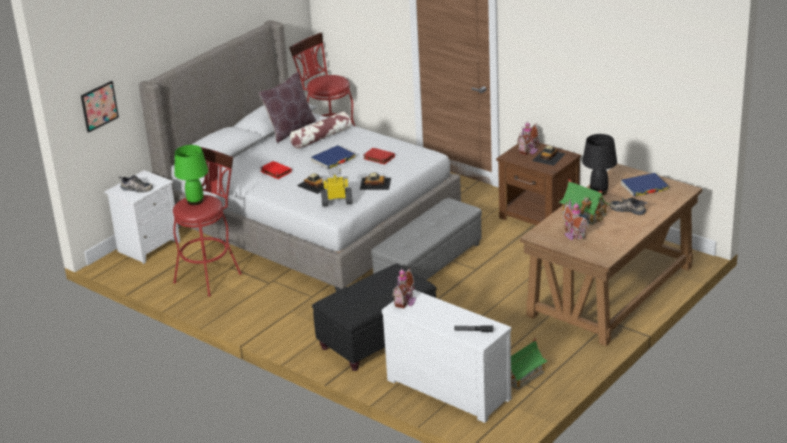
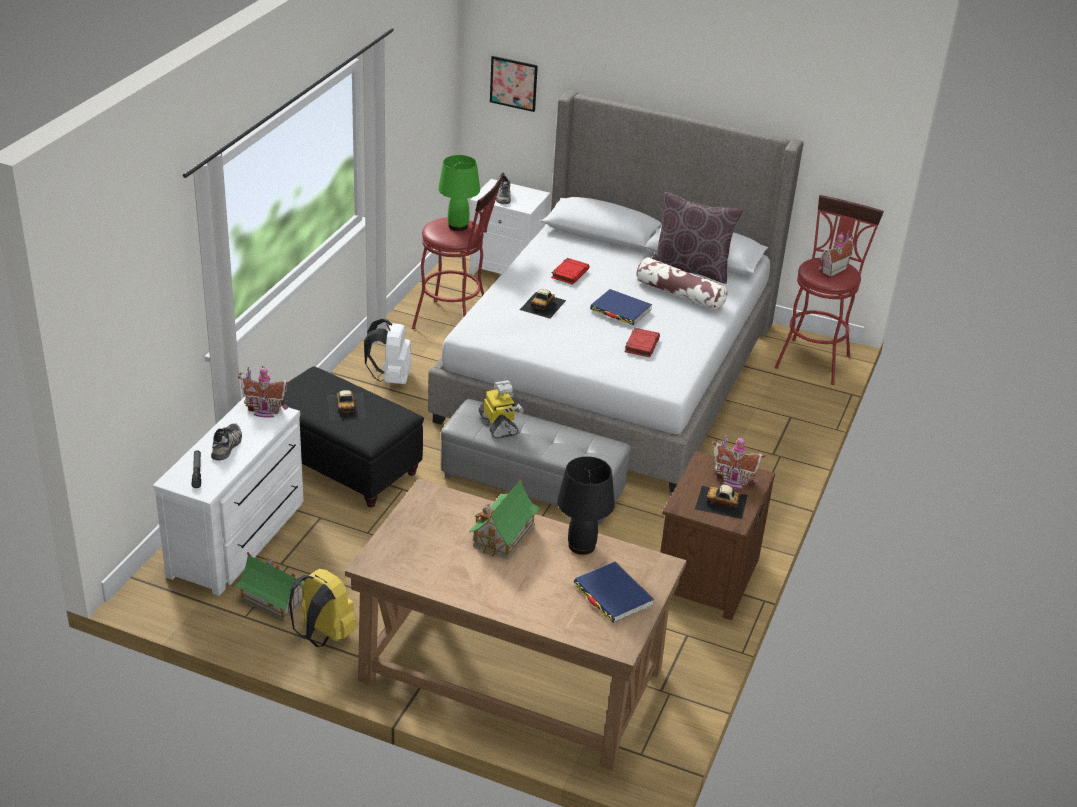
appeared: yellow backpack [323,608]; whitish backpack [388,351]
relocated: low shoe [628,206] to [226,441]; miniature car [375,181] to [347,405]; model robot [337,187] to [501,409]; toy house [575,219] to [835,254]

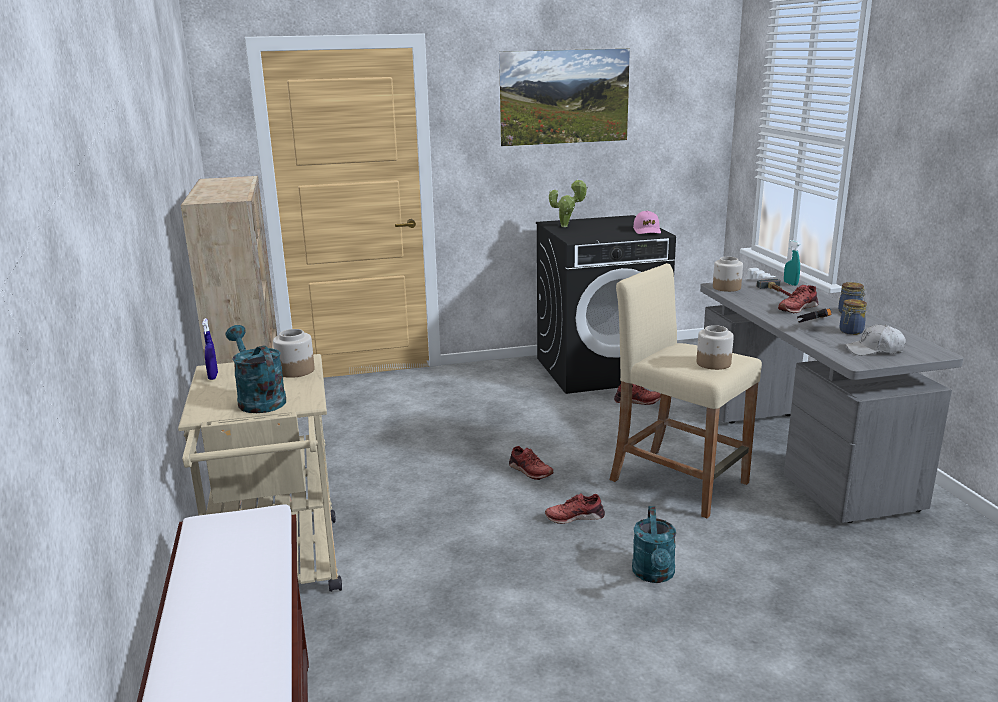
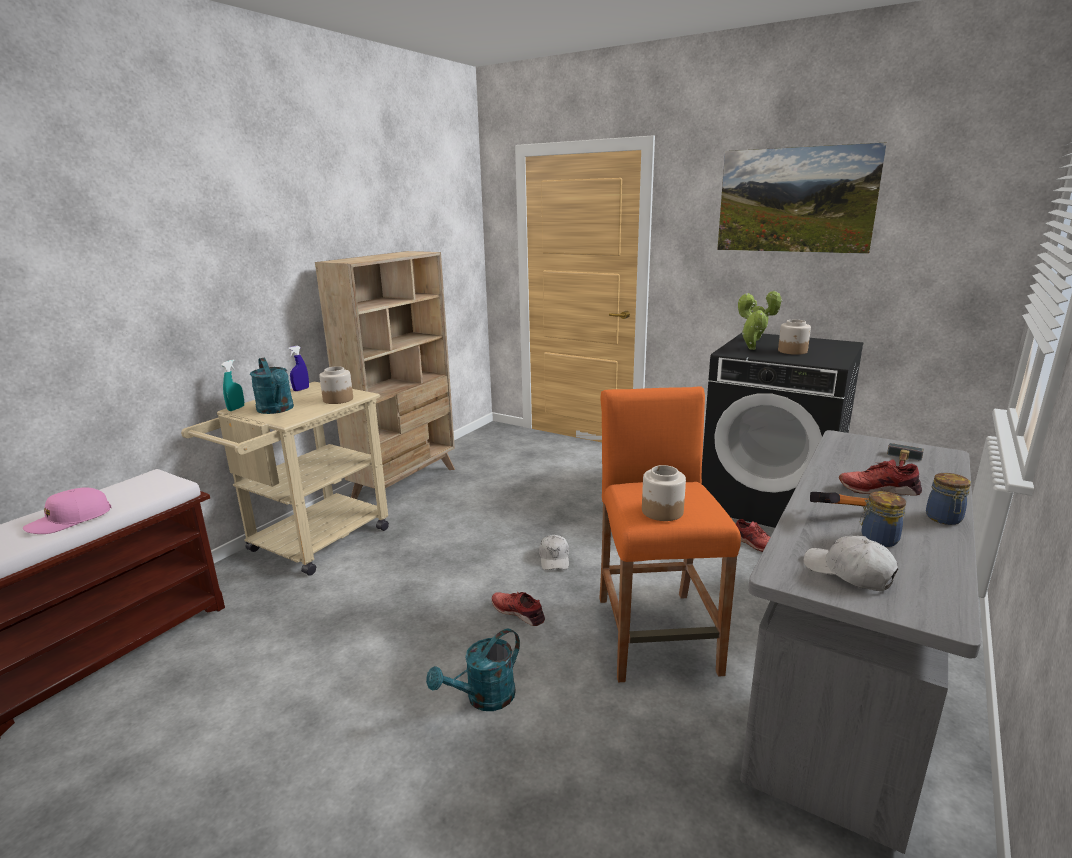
appeared: potted plant [753,321]
relocated: pinkish baseball cap [647,222] to [67,510]; blue-green hand sprayer [792,263] to [232,385]; preserve jar [728,274] to [794,337]
exchanged: reddish low shoe [531,463] to whitish baseball cap [554,552]
colour: sand-coloured stool [685,390] to orange-coloured stool [670,534]
spun: blue-green watering pot [255,369] = [272,386] 135 degrees clockwise

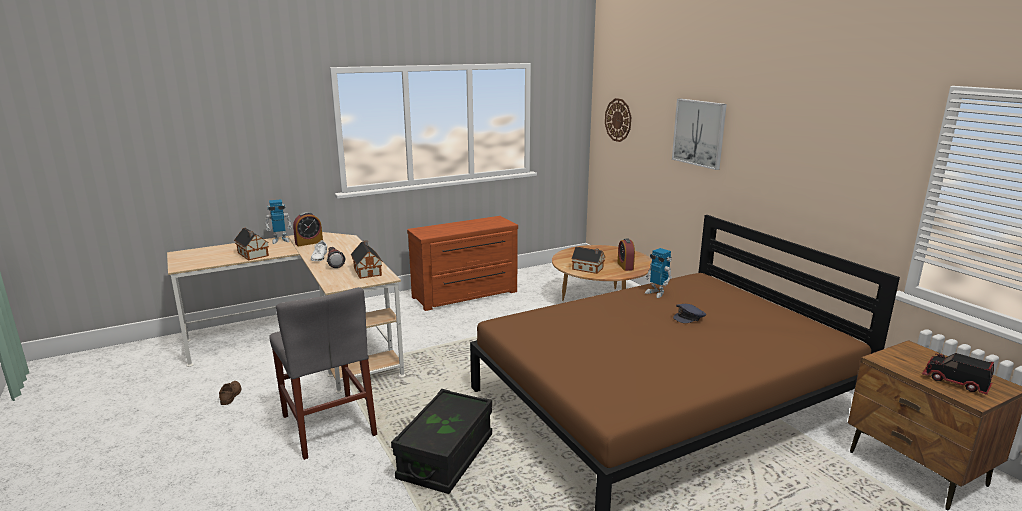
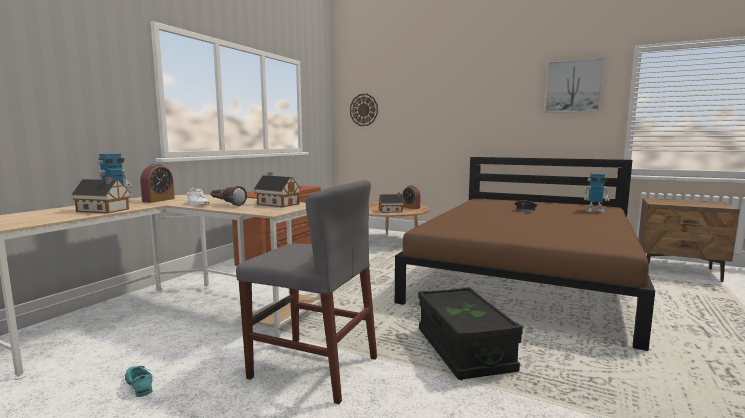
missing: model truck [958,374]
relocated: wall picture [699,134] to [574,85]; model robot [658,273] to [596,193]
colour: brownish low shoe [230,393] to blue-green low shoe [139,381]

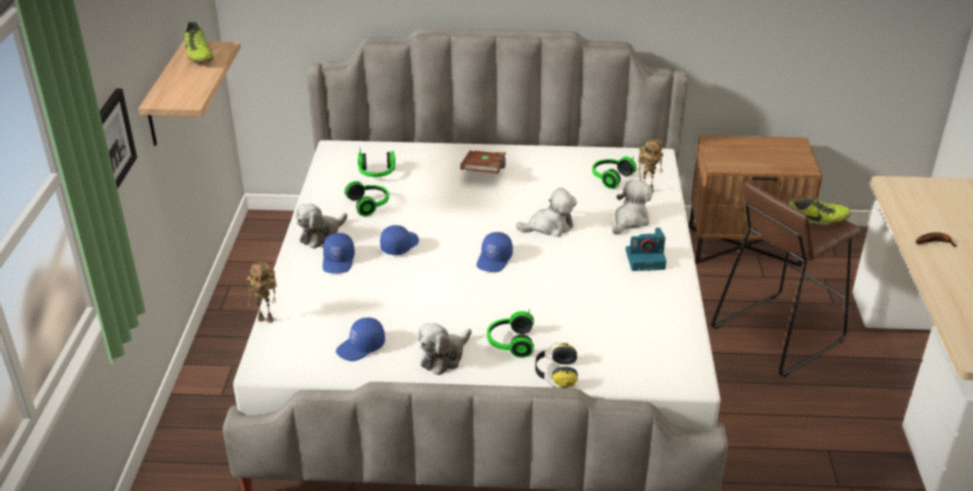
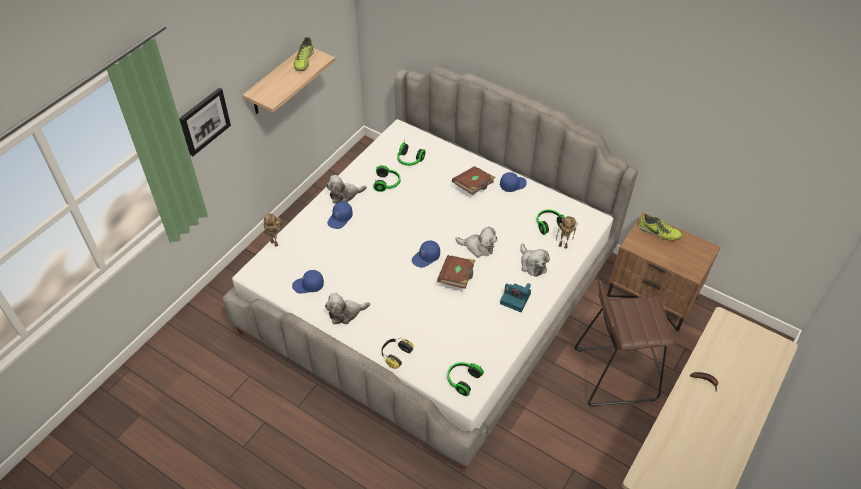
appeared: brownish book [456,272]
relocated: headphones [510,333] to [465,379]; blue baseball cap [399,240] to [513,182]; low shoe [819,211] to [660,227]
spun: soft toy [632,206] = [535,260] 90 degrees clockwise

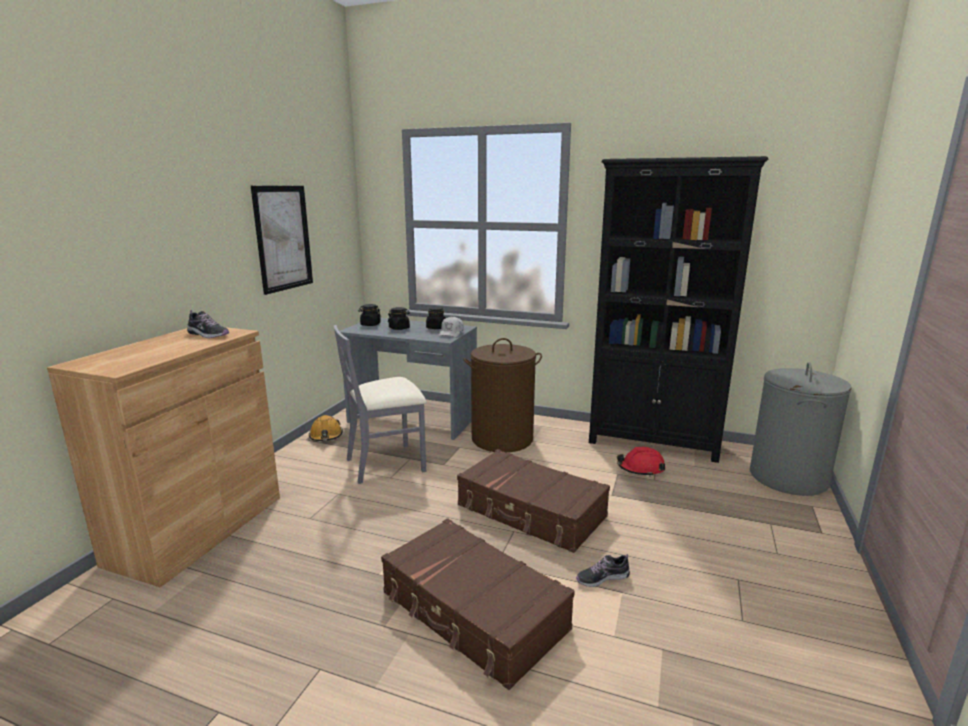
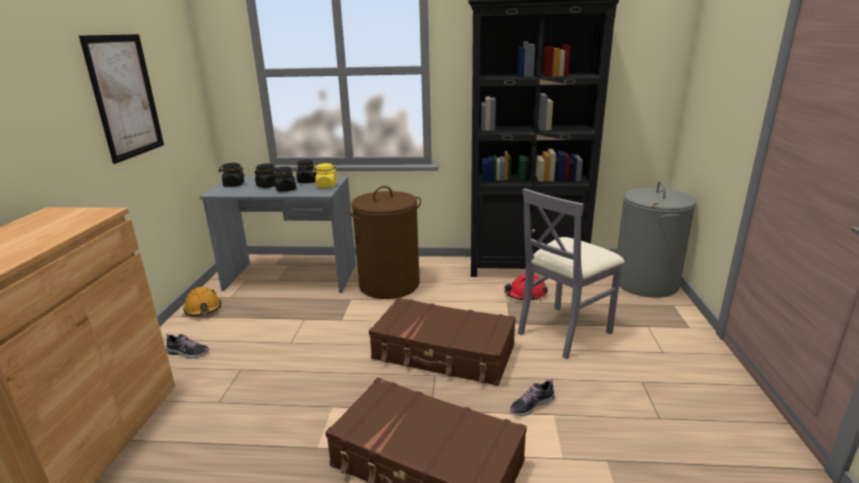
appeared: blackish preserve jar [285,179]
relocated: low shoe [208,324] to [187,345]; gray upright chair [380,404] to [571,273]
exchanged: whitish baseball cap [451,326] to yellow preserve jar [325,175]

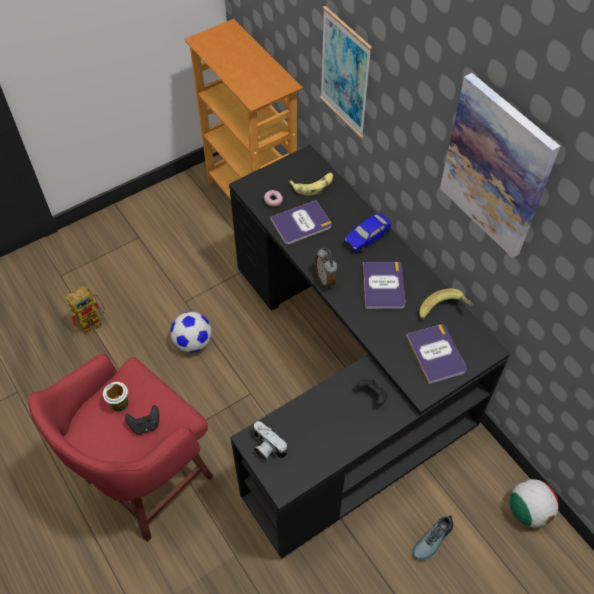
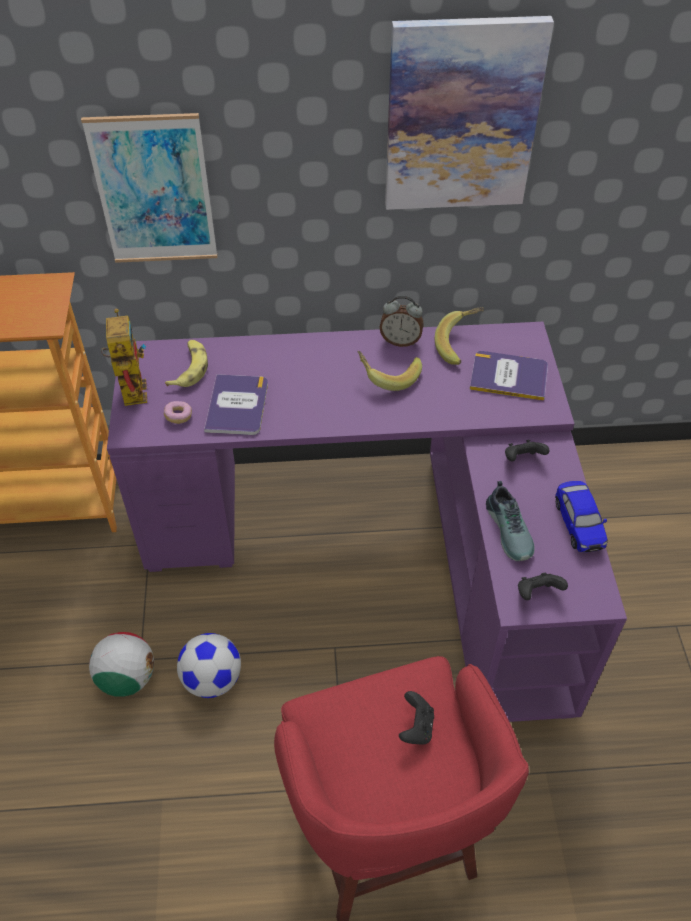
missing: cup [115,397]
relocated: football [534,503] to [121,664]; model robot [86,310] to [124,357]; bedside clock [326,268] to [402,321]; low shoe [432,537] to [510,521]; miniature car [367,233] to [581,516]
exchanged: book [384,285] to banana [389,371]; still camera [270,441] to blackish gamepad [543,586]
colour: blackish desk [370,351] to purple-coloured desk [367,522]

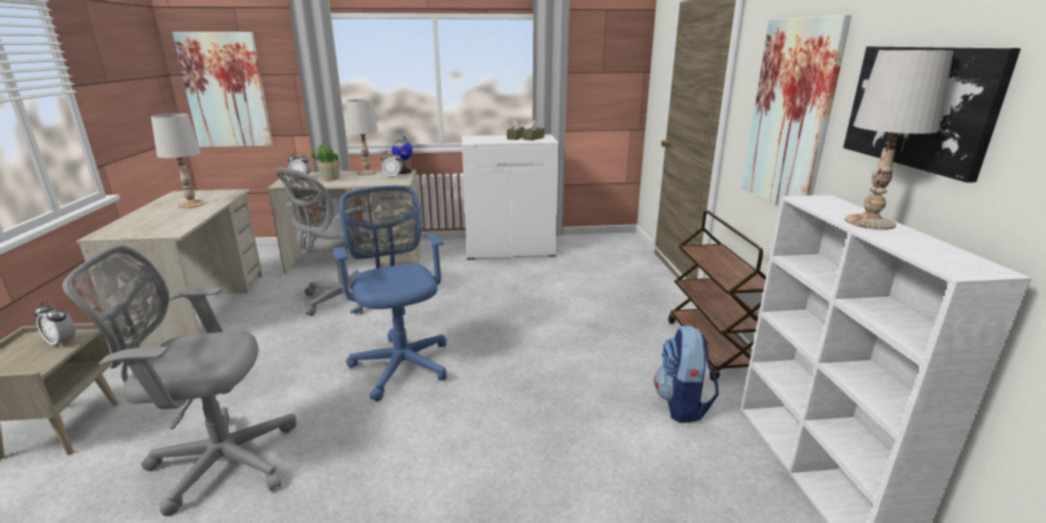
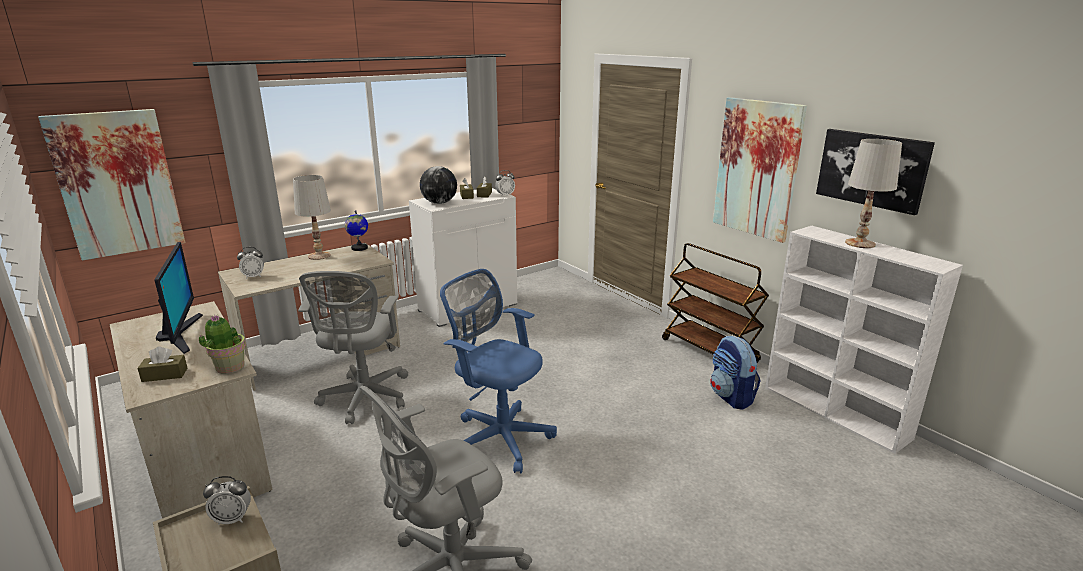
appeared: brownish tissue box [162,364]; desk globe [438,185]
relocated: potted plant [325,161] to [222,344]; bedside clock [391,163] to [505,183]
exchanged: whitish table lamp [178,160] to computer screen [178,298]

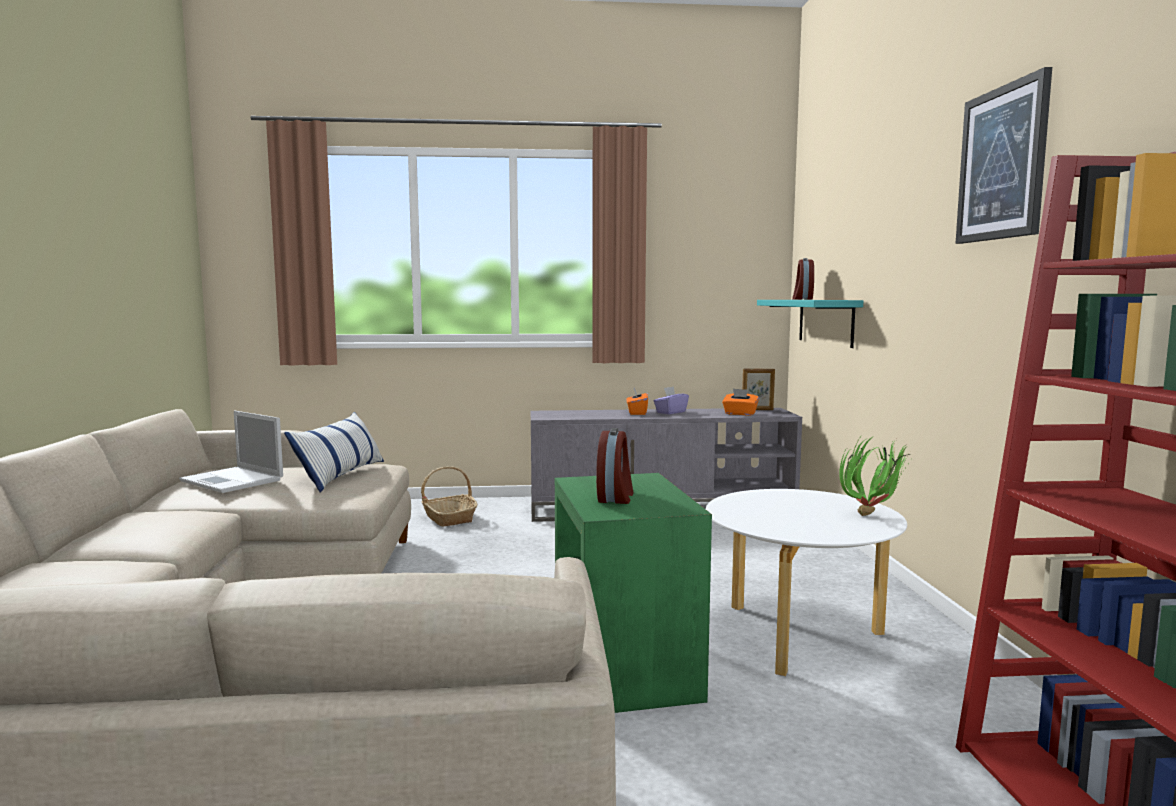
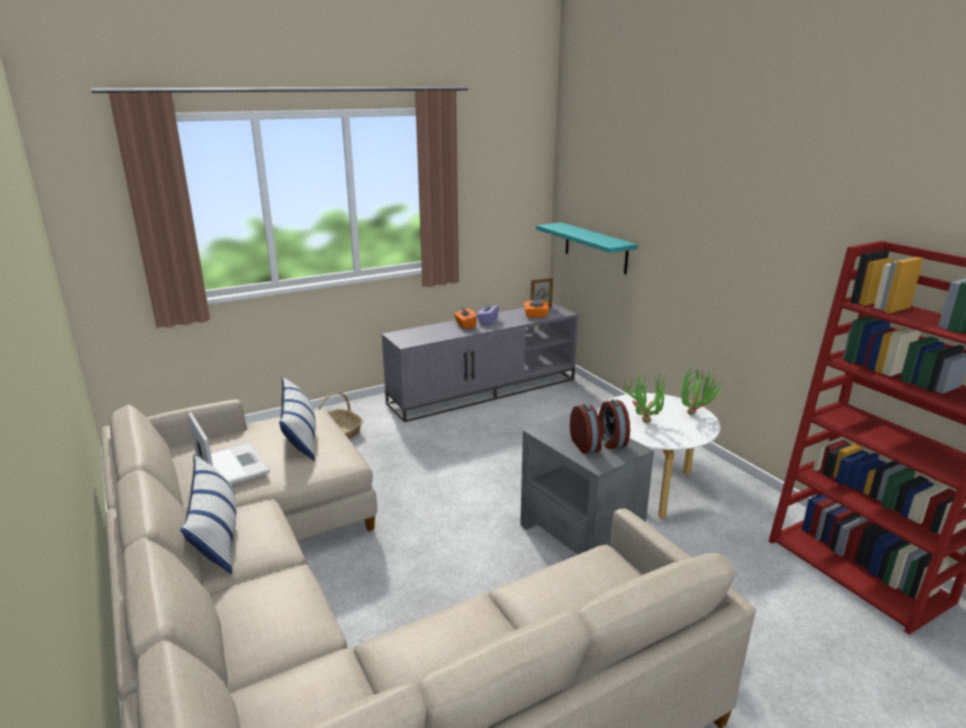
missing: wall picture [1004,155]
appeared: throw pillow [208,514]; potted plant [643,397]
relocated: bedside clock [803,279] to [614,424]
colour: green accent table [633,593] to gray accent table [587,484]
spun: notebook computer [231,452] = [229,448] 135 degrees counterclockwise

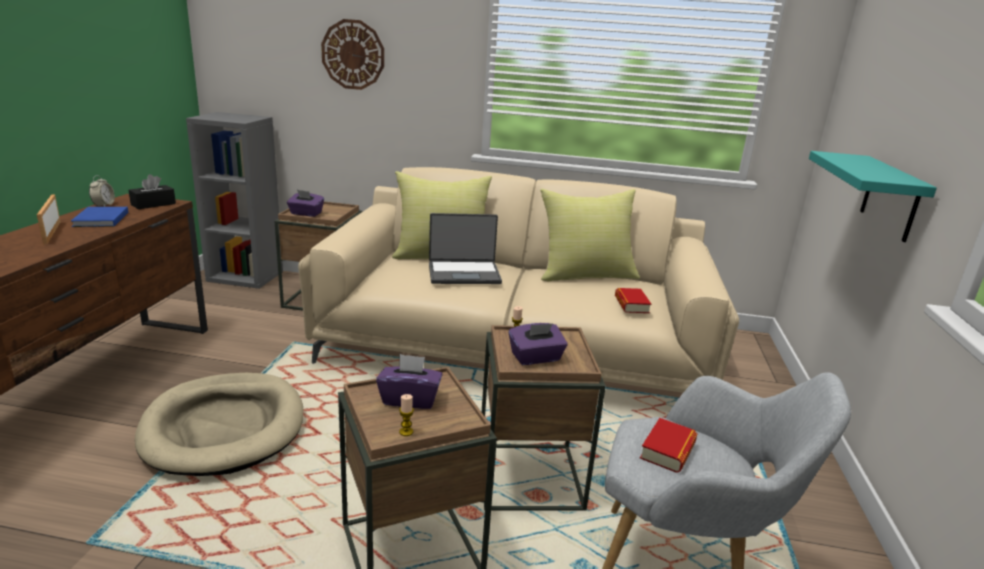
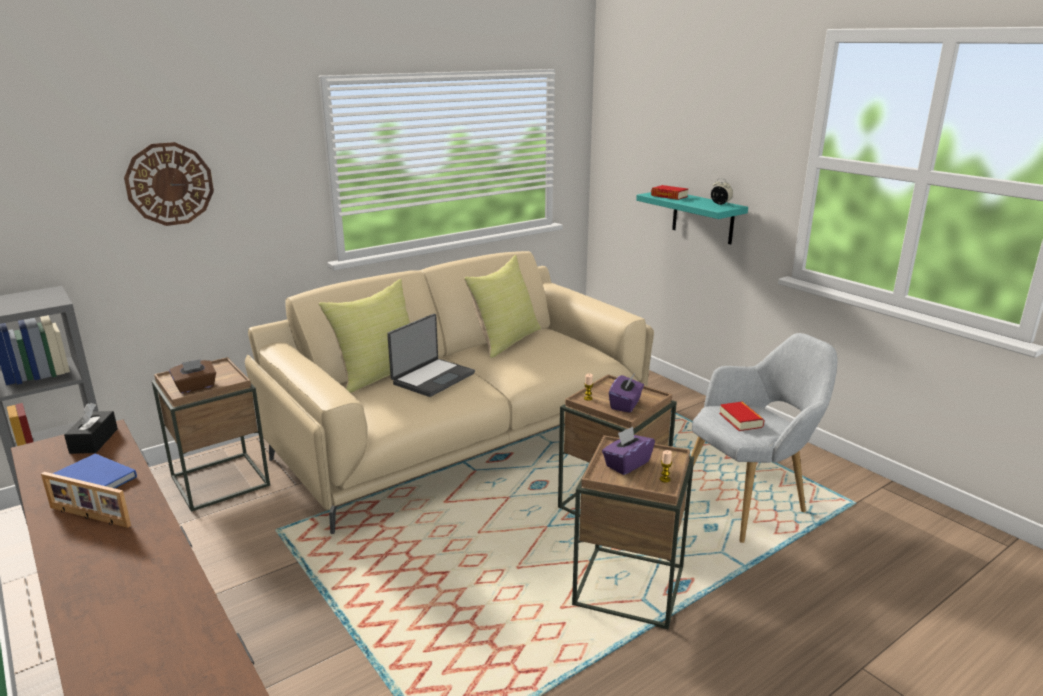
missing: sand-coloured dog bed [219,424]
relocated: book [633,300] to [669,192]; bedside clock [102,191] to [722,191]
colour: purple-coloured tissue box [305,203] to brownish tissue box [192,376]

